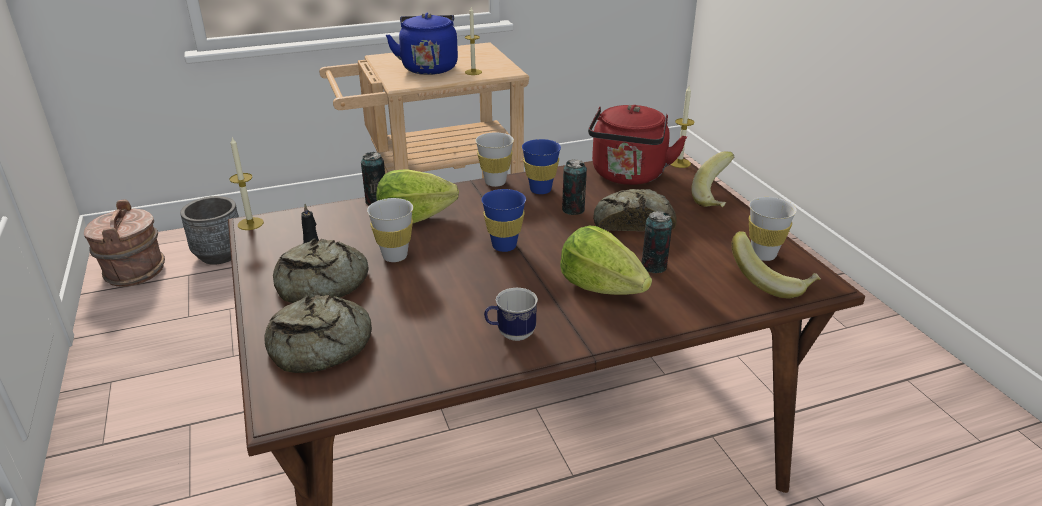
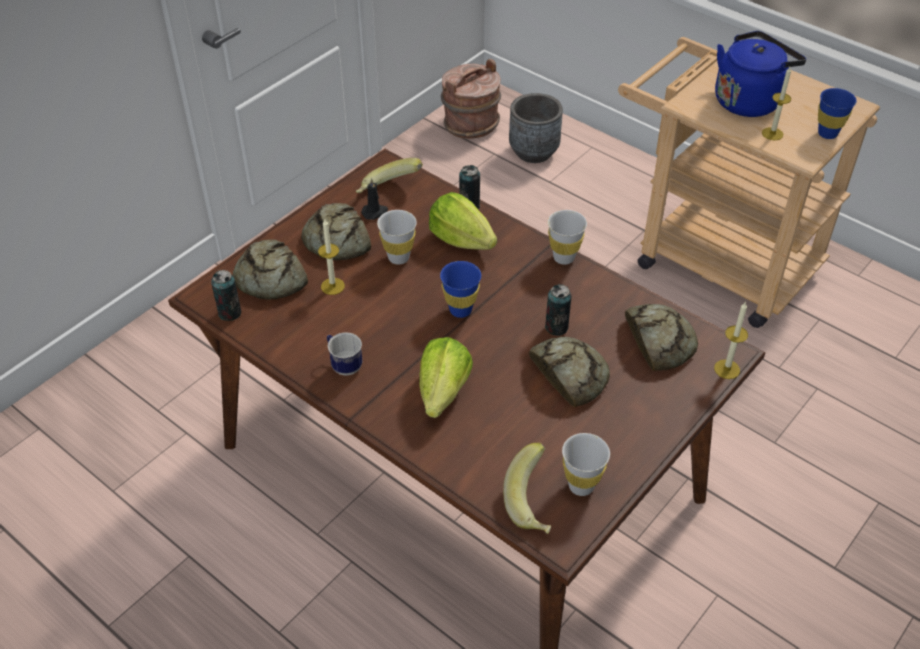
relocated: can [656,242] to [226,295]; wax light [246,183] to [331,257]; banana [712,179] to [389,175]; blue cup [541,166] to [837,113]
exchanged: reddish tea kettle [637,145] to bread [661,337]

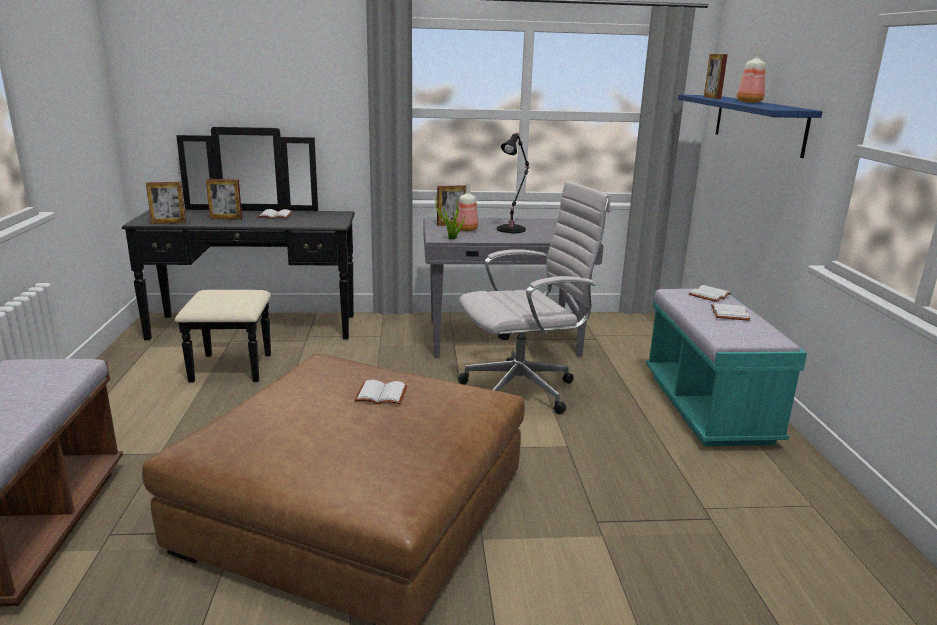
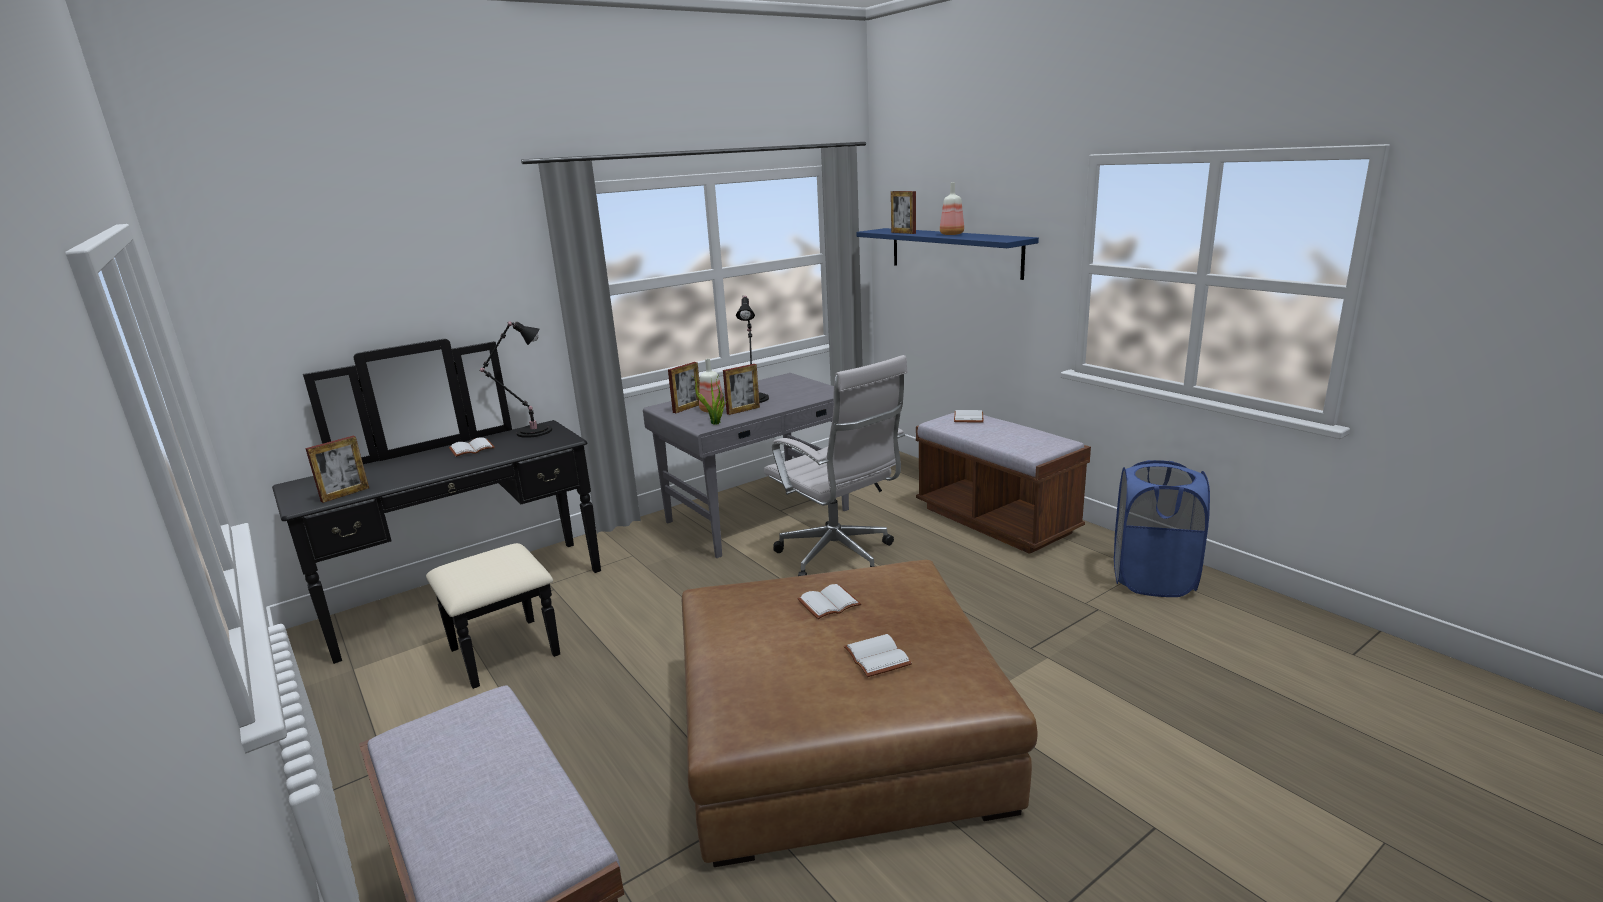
appeared: blackish table lamp [516,379]; blue laundry basket [1162,528]
relocated: standing frame [224,199] to [741,389]; whitish book [730,312] to [878,655]
colour: blue-green indoor bench [726,367] to brownish indoor bench [1003,483]
spun: whitish office chair [534,297] = [836,465] 105 degrees clockwise

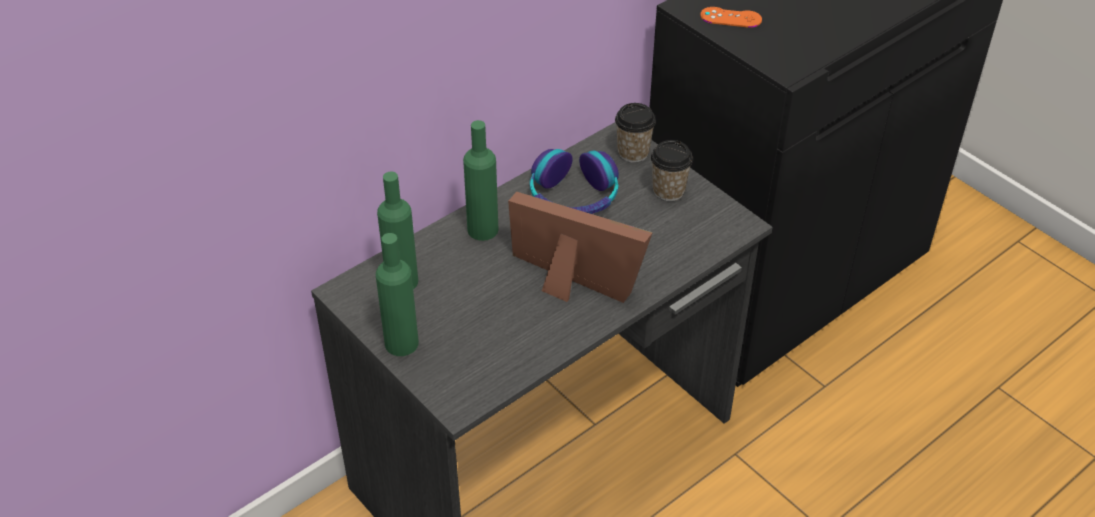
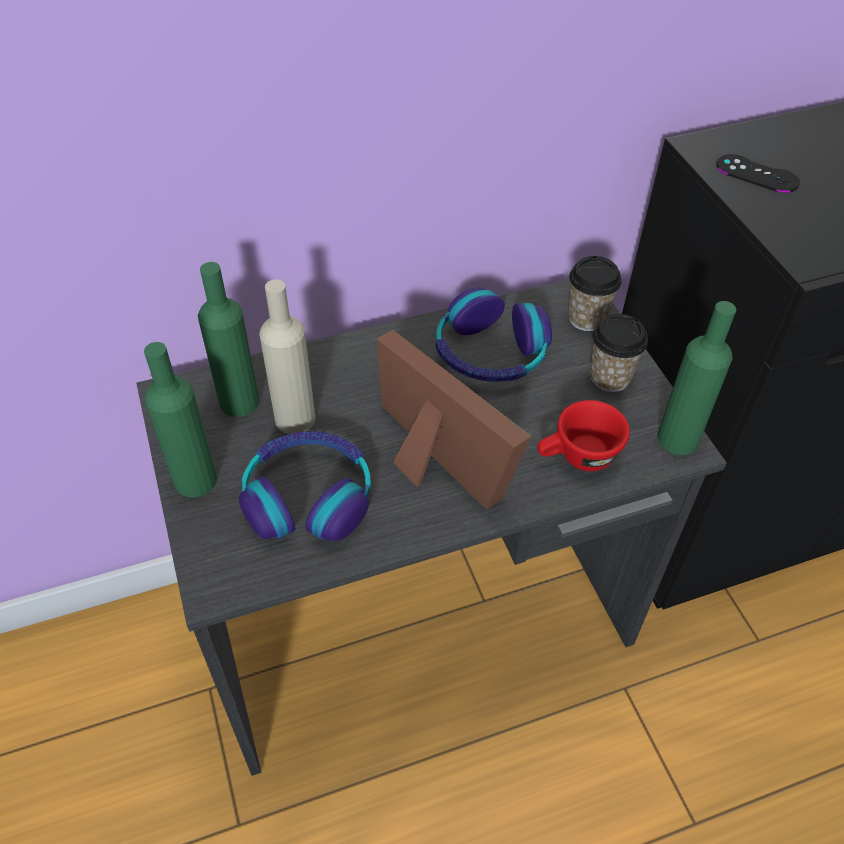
appeared: headphones [305,486]; sand-coloured bottle [287,357]; reddish cup [583,435]
relocated: green bottle [481,180] to [697,378]
colour: orange-coloured gamepad [731,17] to blackish gamepad [758,173]

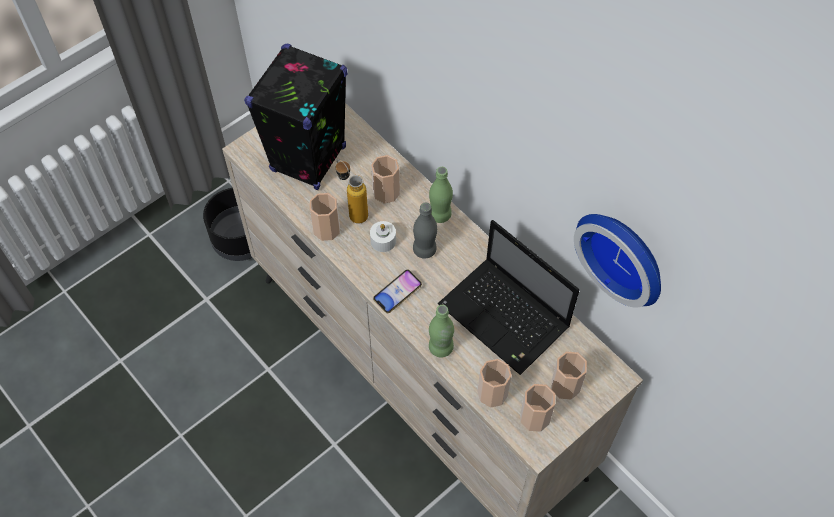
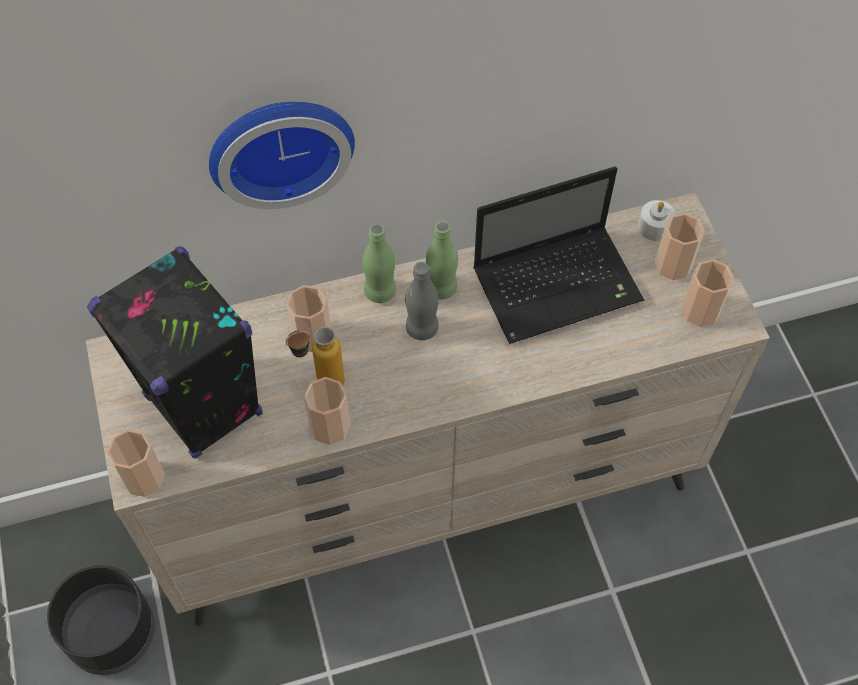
missing: handset [397,291]
relocated: cup [494,383] to [136,463]; clock on the wall [617,261] to [282,155]; green bottle [441,331] to [442,260]; whitish wax light [383,236] to [657,220]

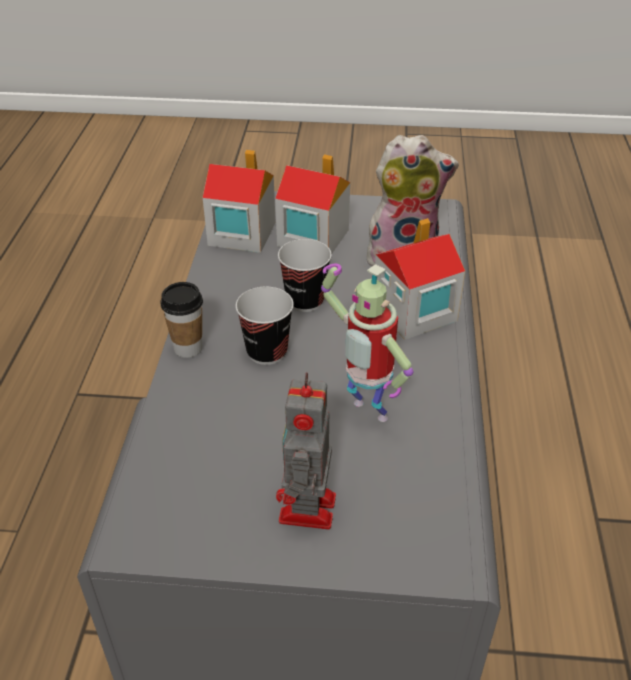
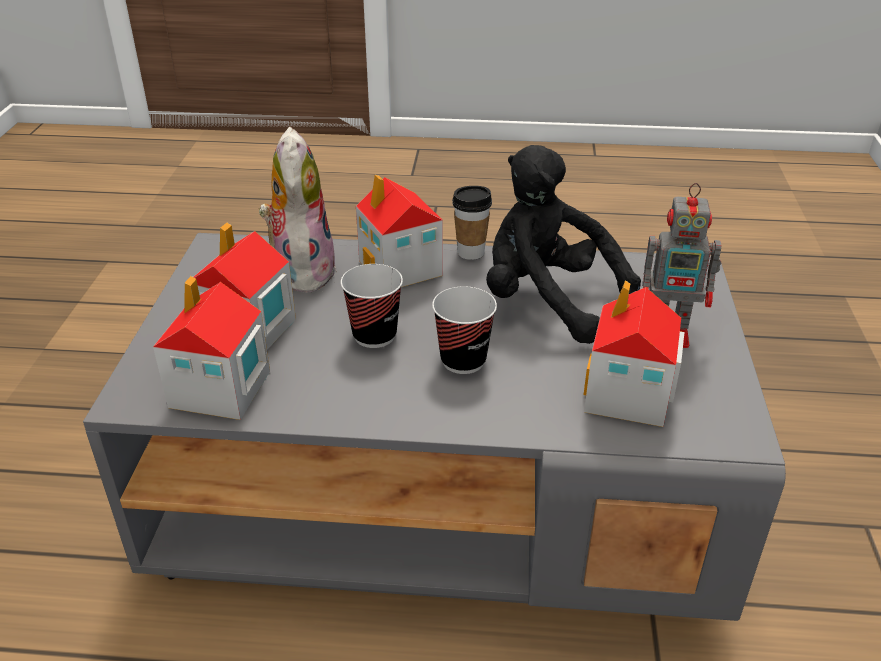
appeared: toy house [634,353]
relocated: cup [181,320] to [472,223]
exchanged: model robot [367,343] to blackish soft toy [563,244]

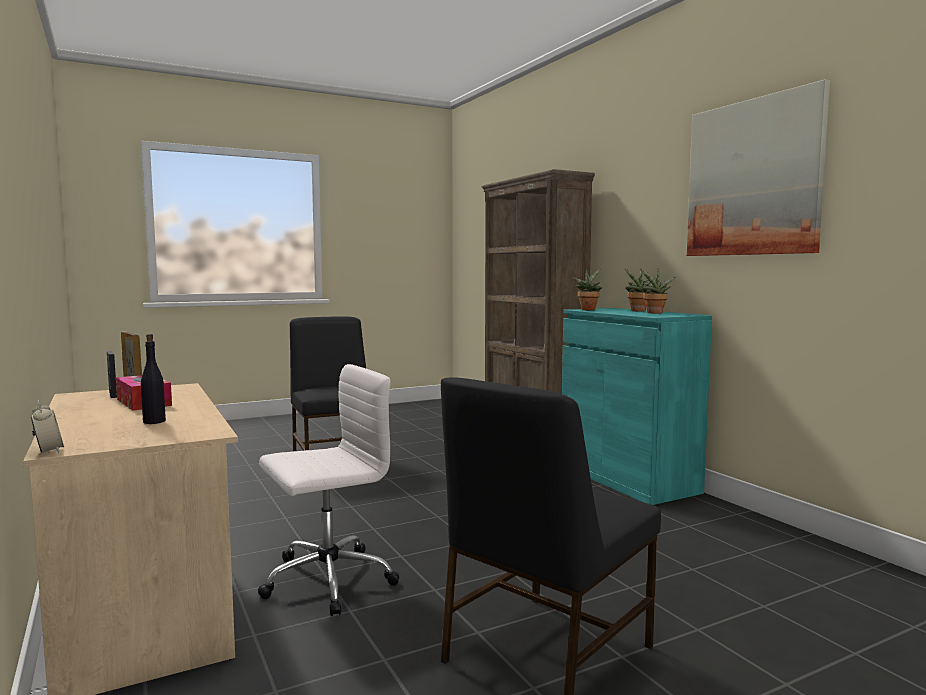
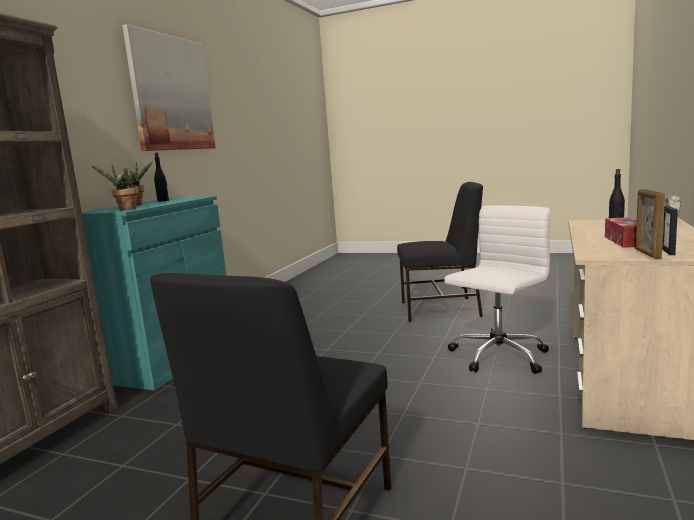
exchanged: potted plant [657,291] to blackish bottle [161,177]
spun: whitish office chair [329,490] = [497,289] 120 degrees clockwise

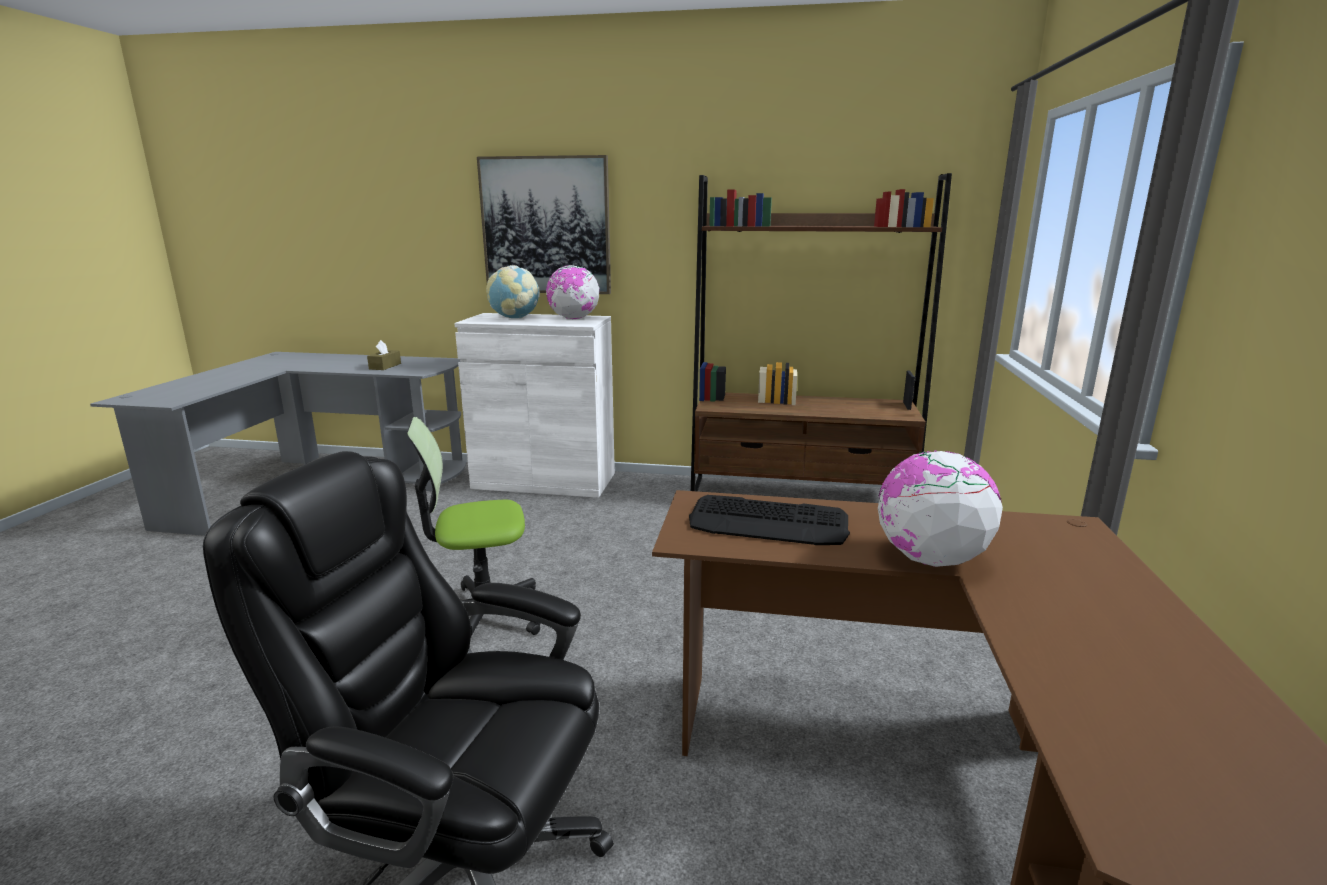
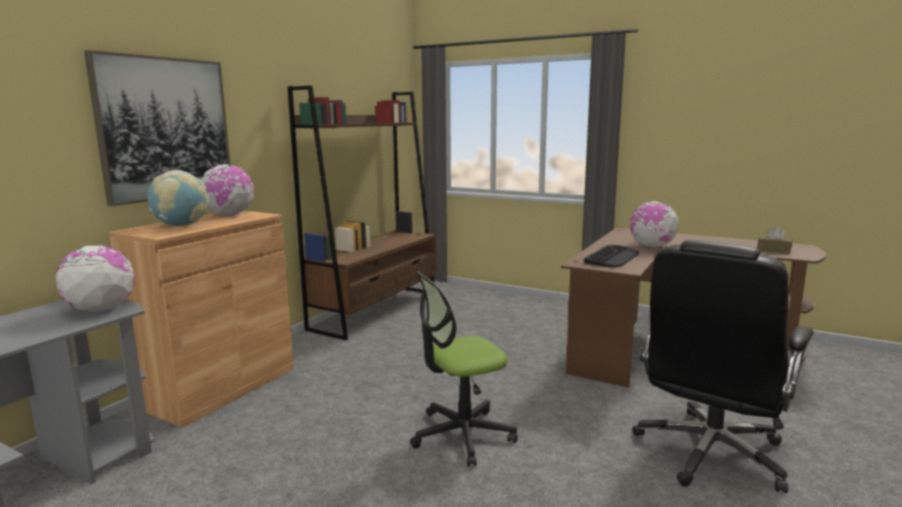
appeared: desk globe [95,278]
relocated: brownish tissue box [384,355] to [774,240]
colour: whitish cabinet [534,405] to brownish cabinet [201,319]
spun: office chair [473,526] = [464,369] 60 degrees clockwise

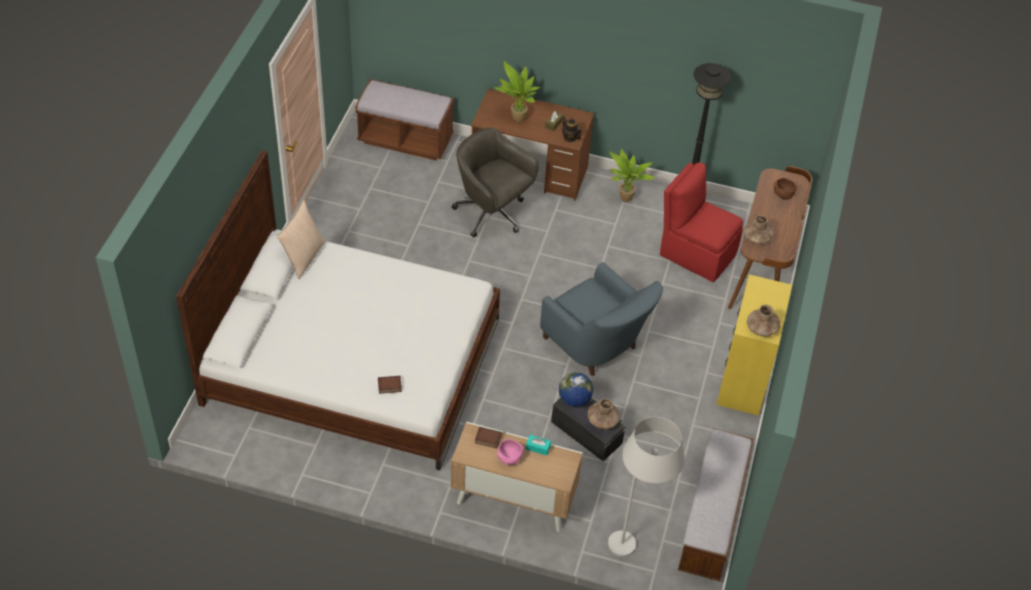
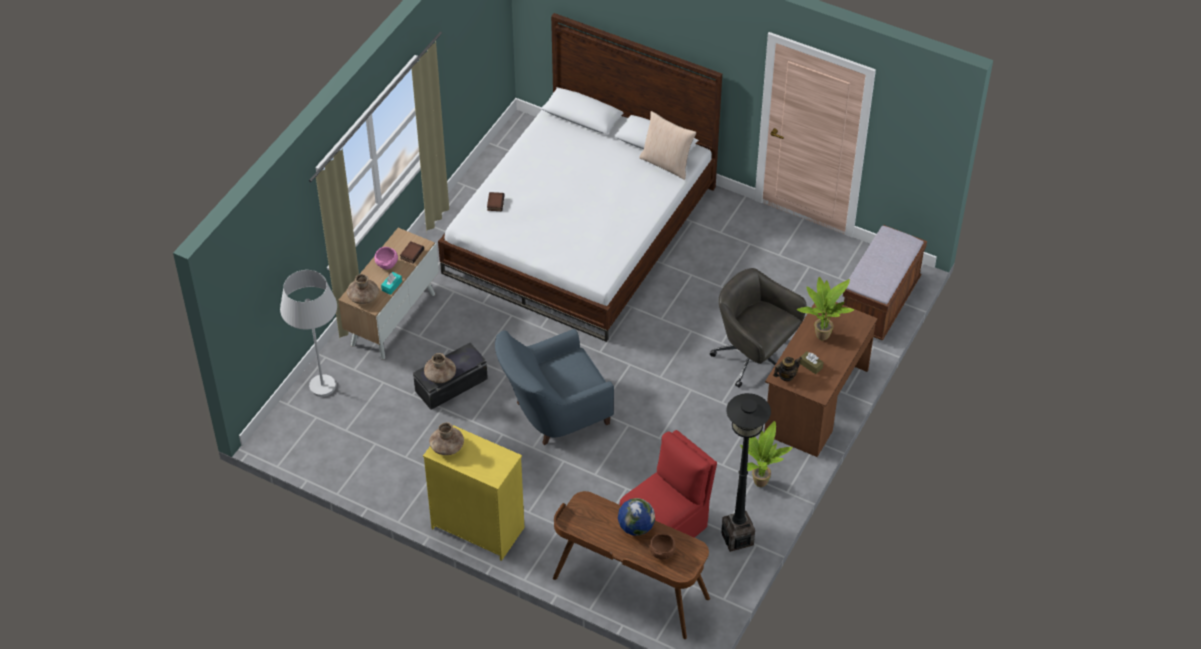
missing: indoor bench [716,504]
relocated: brownish vase [759,229] to [363,289]; desk globe [576,389] to [636,517]
spun: gray office chair [495,183] = [758,328] 105 degrees counterclockwise

